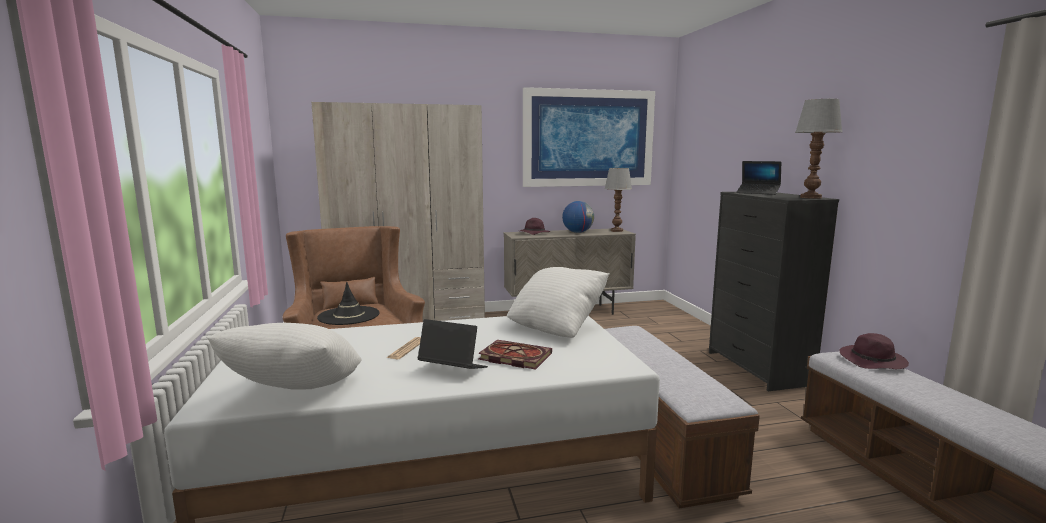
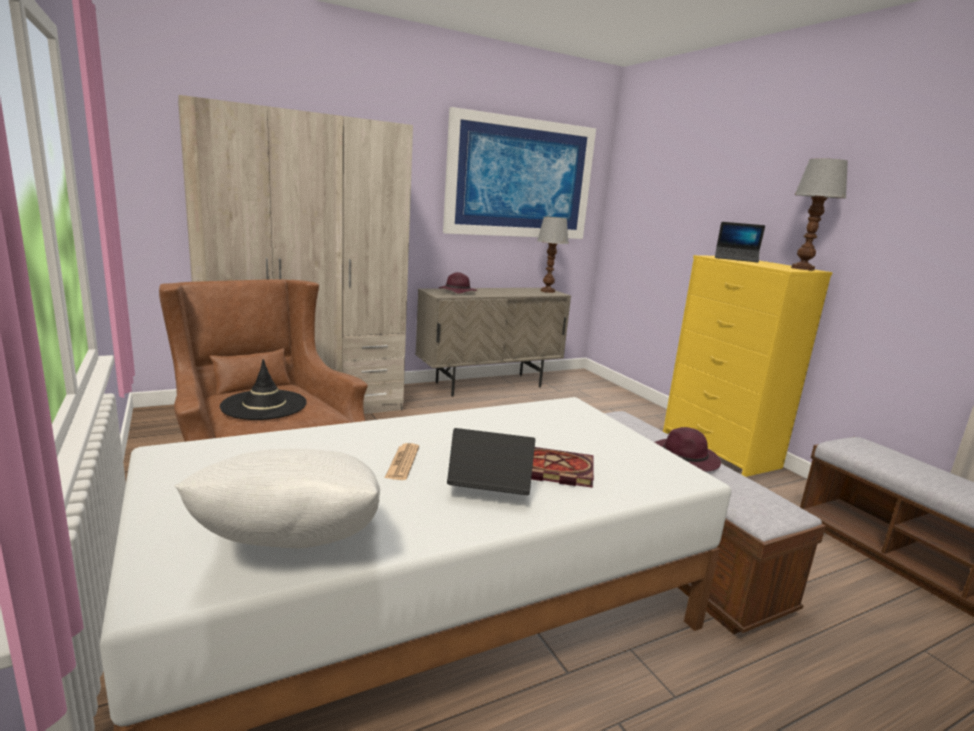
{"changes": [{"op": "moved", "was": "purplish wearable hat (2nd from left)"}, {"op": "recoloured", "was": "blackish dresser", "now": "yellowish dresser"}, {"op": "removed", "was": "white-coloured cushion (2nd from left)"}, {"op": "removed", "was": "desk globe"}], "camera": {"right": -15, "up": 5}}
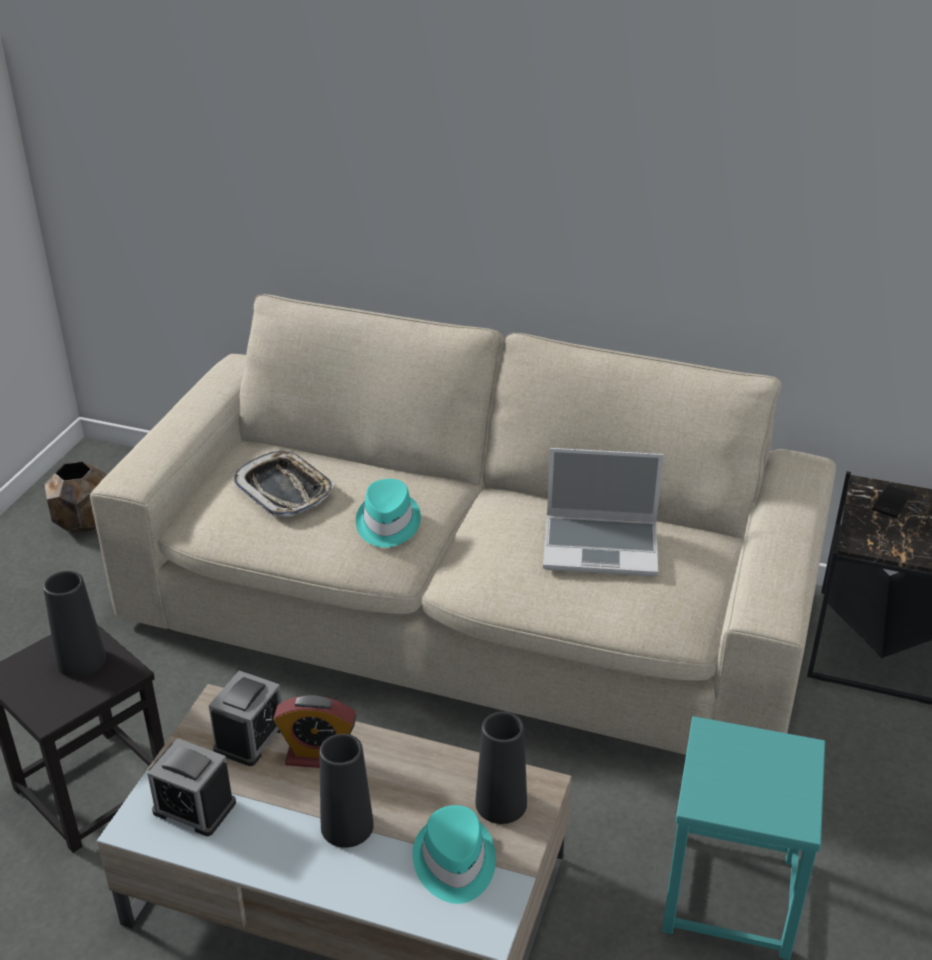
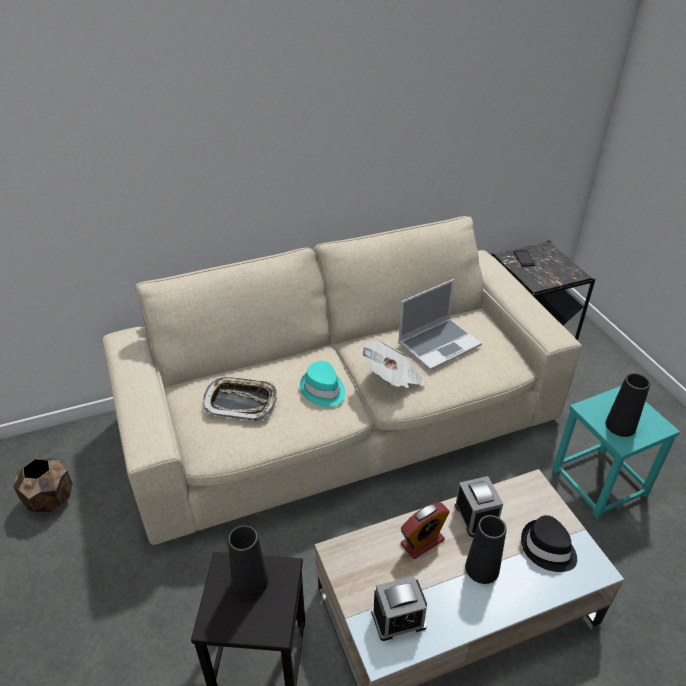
{"changes": [{"op": "added", "now": "daily paper"}, {"op": "moved", "was": "bedside clock (2nd from left in the first image)", "now": "bedside clock (3rd from left)"}, {"op": "recoloured", "was": "turquoise wearable hat (2nd from left)", "now": "blackish wearable hat"}, {"op": "moved", "was": "blackish flower vase (3rd from left)"}], "camera": {"right": -40, "up": 5}}
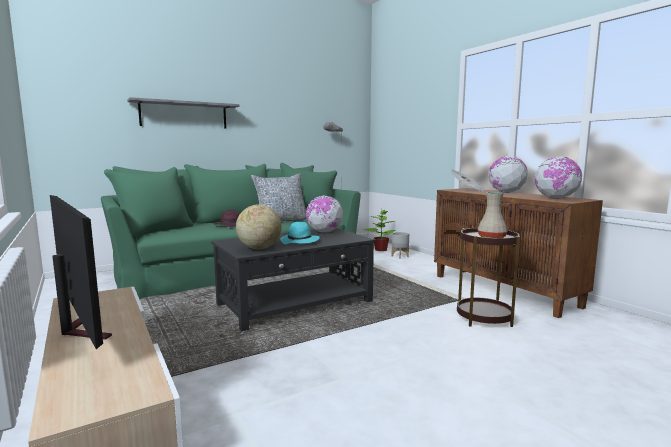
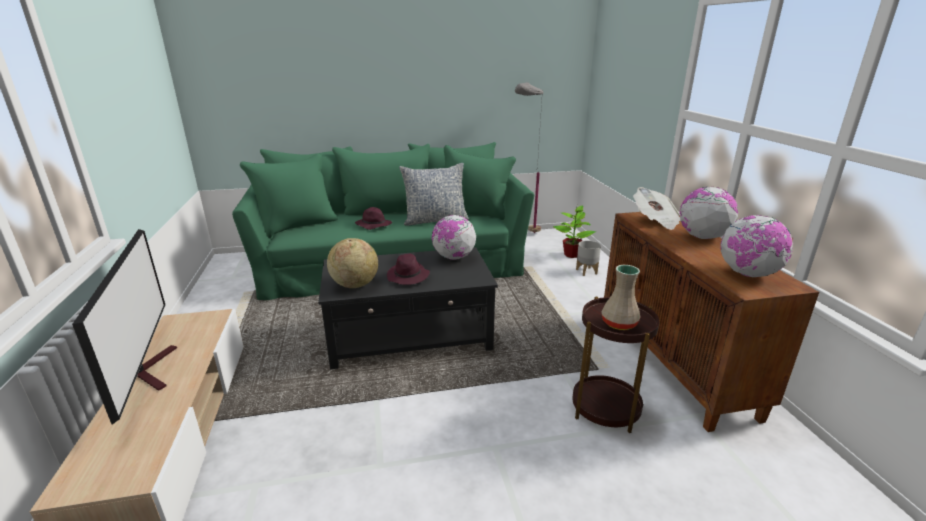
{"changes": [{"op": "recoloured", "was": "turquoise wearable hat", "now": "purplish wearable hat (2nd from left)"}, {"op": "removed", "was": "grey bracket shelf"}], "camera": {"right": 20, "up": 15}}
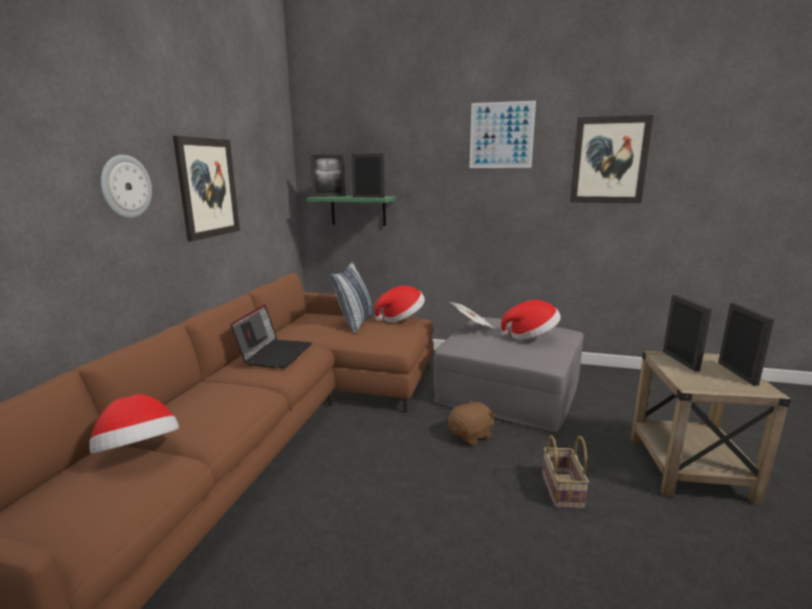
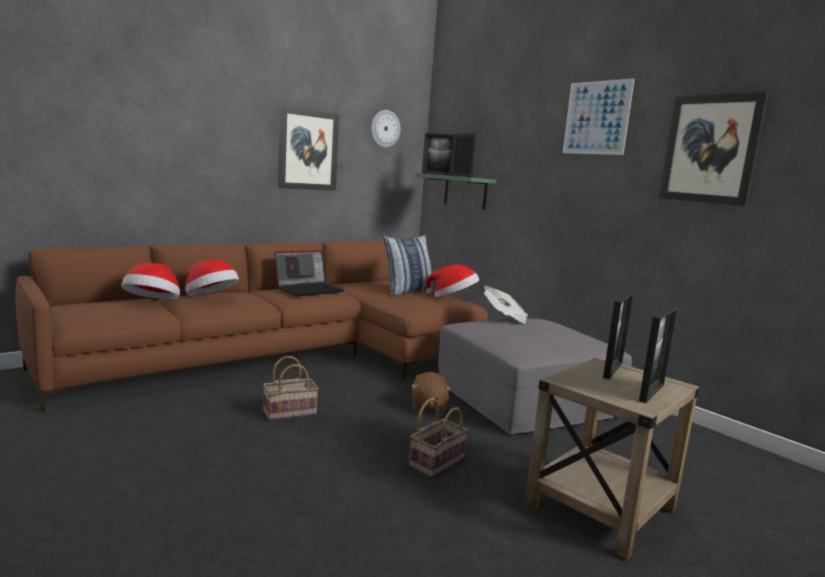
{"changes": [{"op": "moved", "was": "wearable hat (3rd from left in the first image)", "now": "wearable hat (2nd from left)"}, {"op": "added", "now": "storage basket (1st from left)"}, {"op": "moved", "was": "wall clock"}, {"op": "turned", "was": "brown soft toy", "clockwise": 90}], "camera": {"right": 35, "up": -5}}
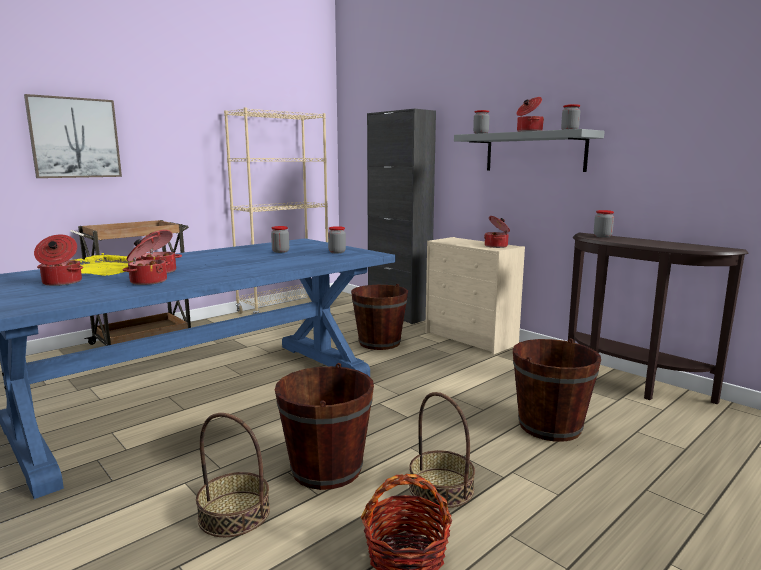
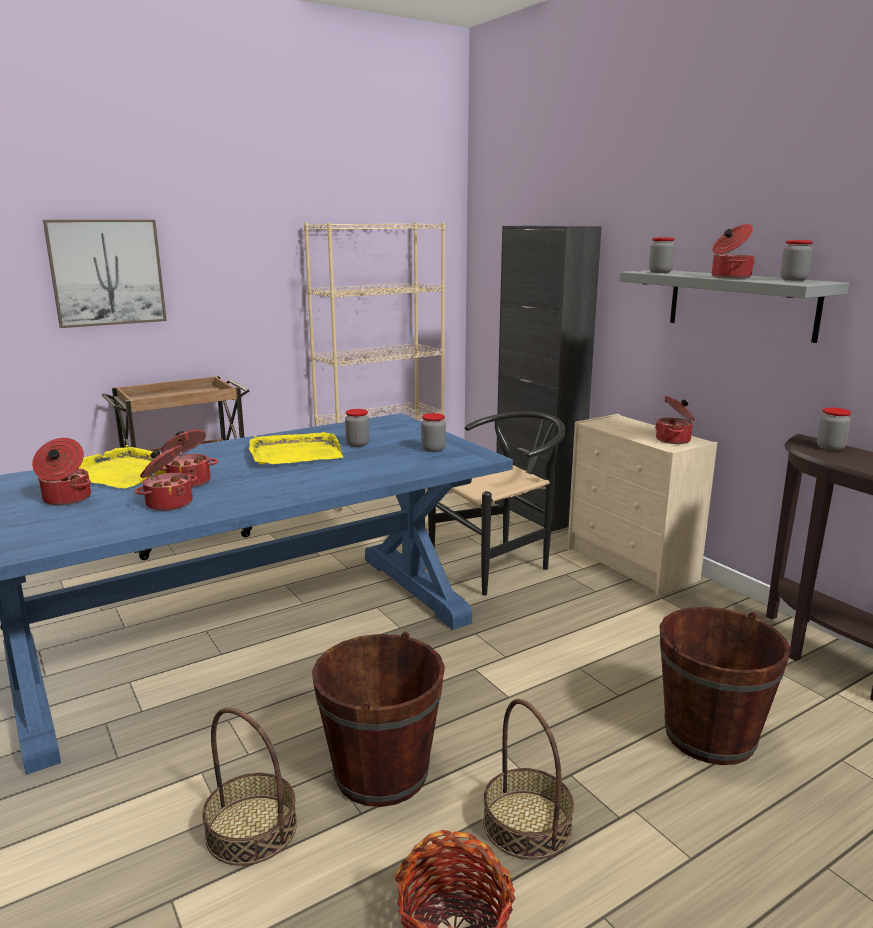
{"changes": [{"op": "added", "now": "yellowish carrying tray (2nd from left)"}, {"op": "replaced", "was": "brown water bucket (2nd from left)", "now": "blackish upright chair"}], "camera": {"right": 10, "up": 5}}
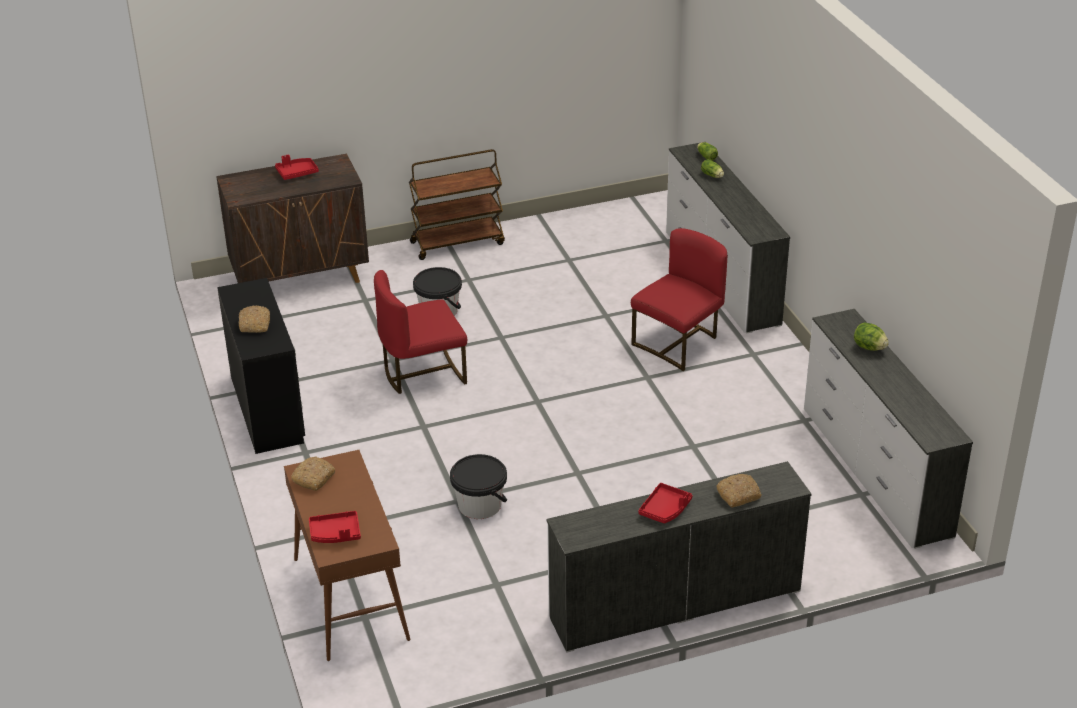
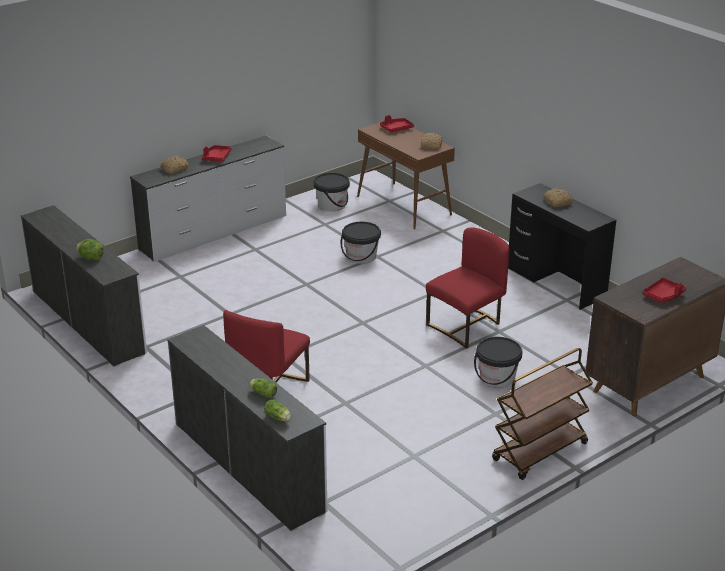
{"changes": [{"op": "added", "now": "blackish water bucket (1st from left)"}], "camera": {"right": 160, "up": -5}}
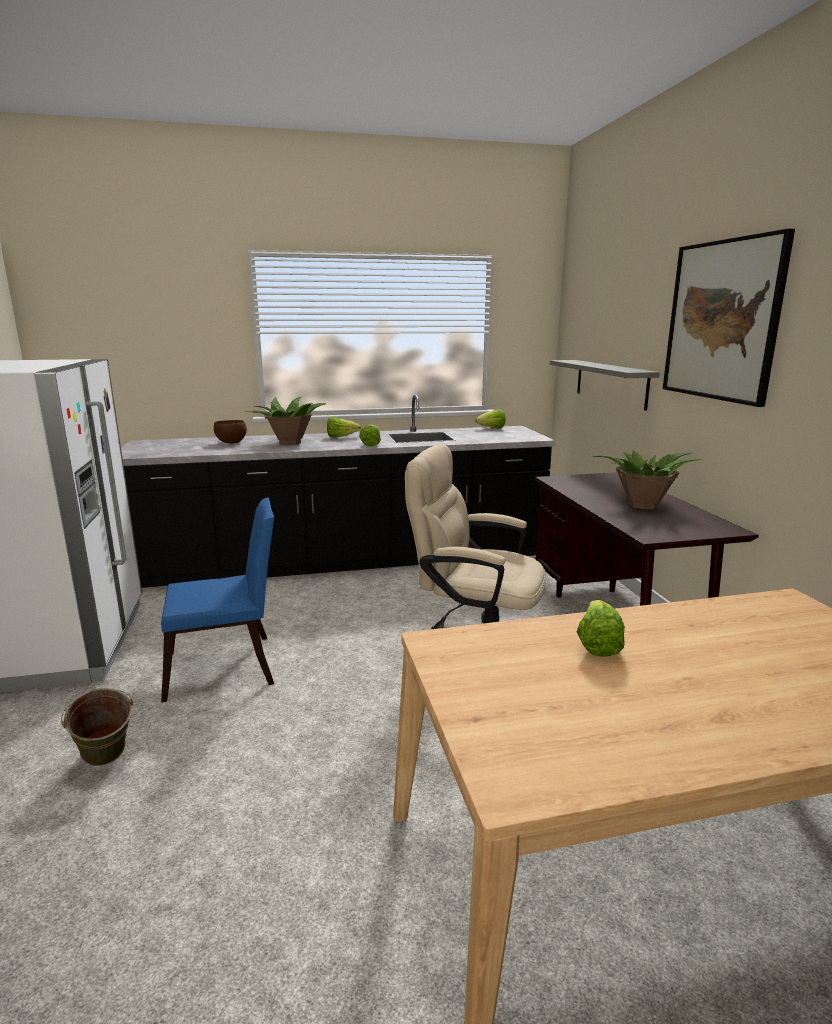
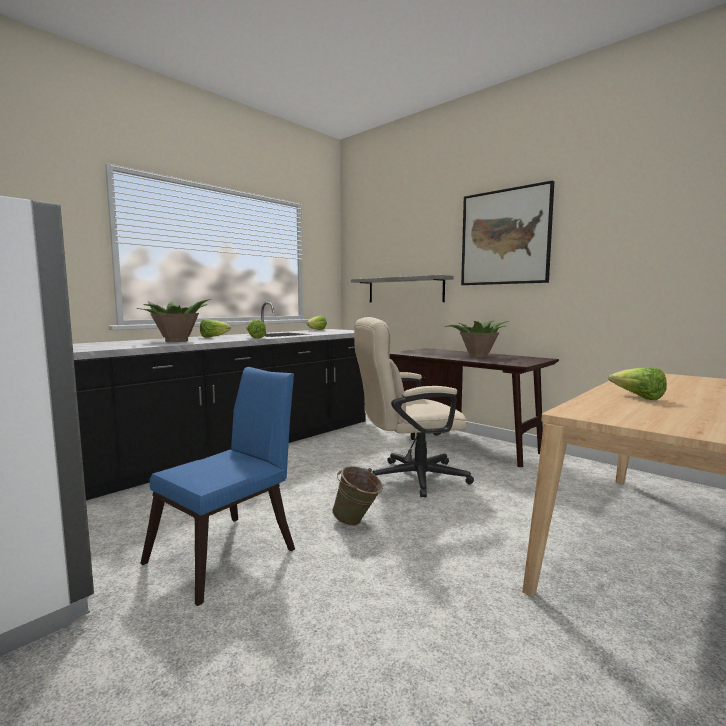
{"changes": [{"op": "moved", "was": "green-coloured water bucket"}, {"op": "removed", "was": "brown deep dish"}], "camera": {"right": -35, "up": -10}}
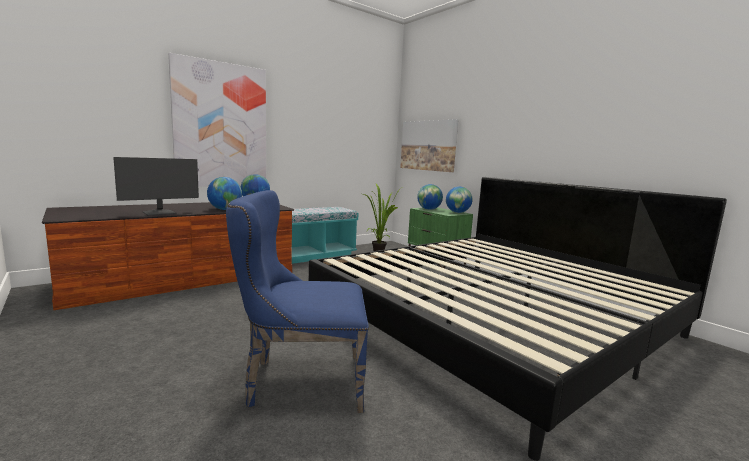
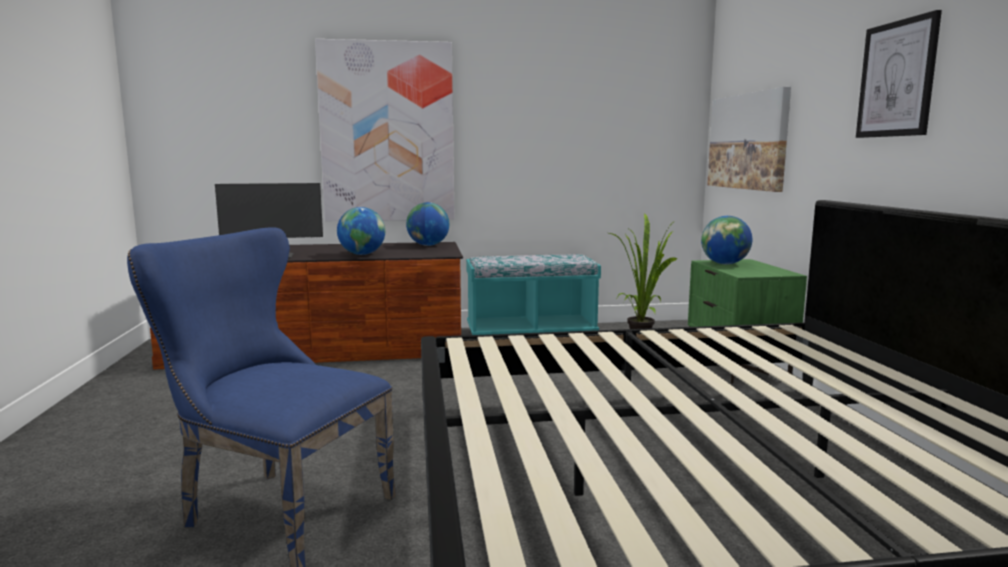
{"changes": [{"op": "added", "now": "picture (3rd from left)"}, {"op": "removed", "was": "desk globe (4th from left)"}], "camera": {"right": 30, "up": 0}}
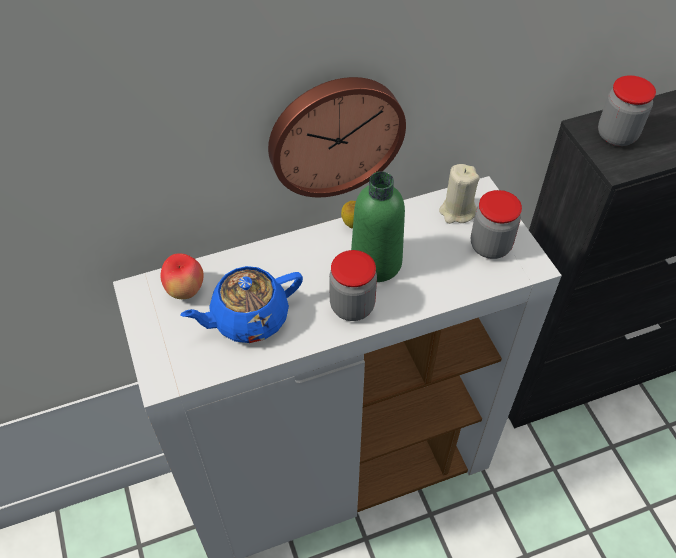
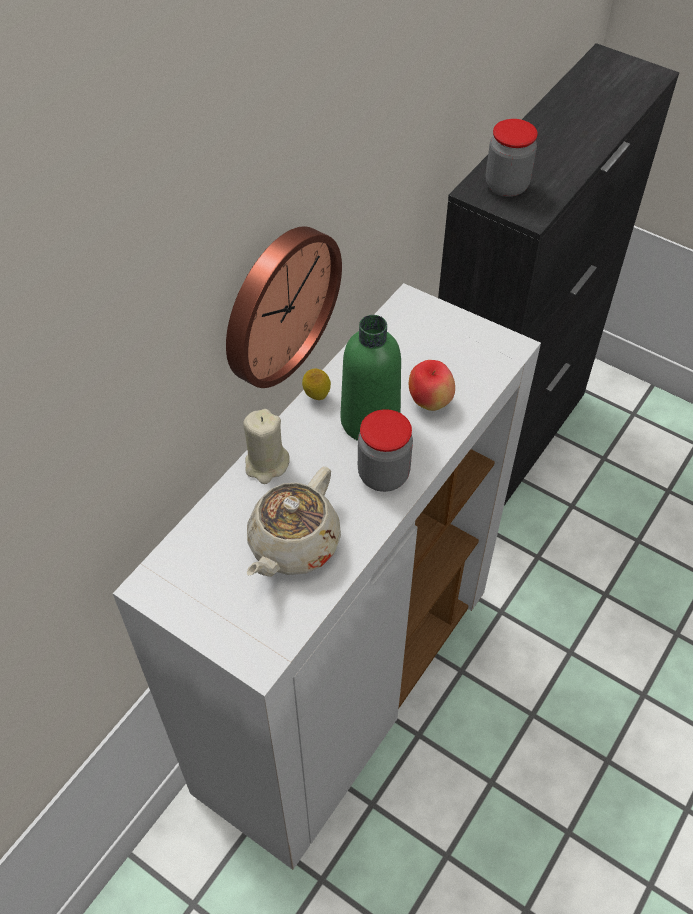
{"changes": [{"op": "moved", "was": "sand-coloured candle"}, {"op": "recoloured", "was": "blue teapot", "now": "sand-coloured teapot"}, {"op": "moved", "was": "apple"}, {"op": "removed", "was": "storage jar (2nd from left)"}], "camera": {"right": -35, "up": 0}}
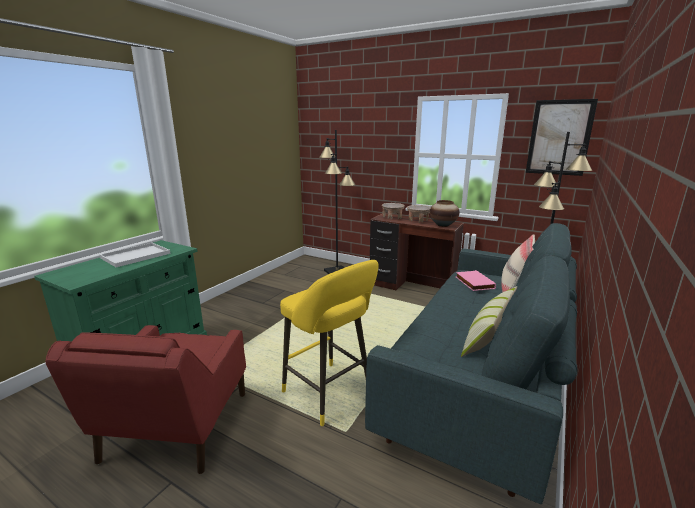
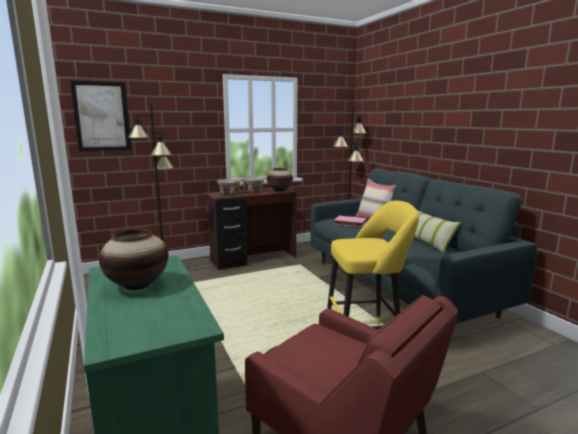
{"changes": [{"op": "moved", "was": "picture"}, {"op": "replaced", "was": "white-coloured carrying tray", "now": "flower vase (1st from left)"}], "camera": {"right": -55, "up": -5}}
